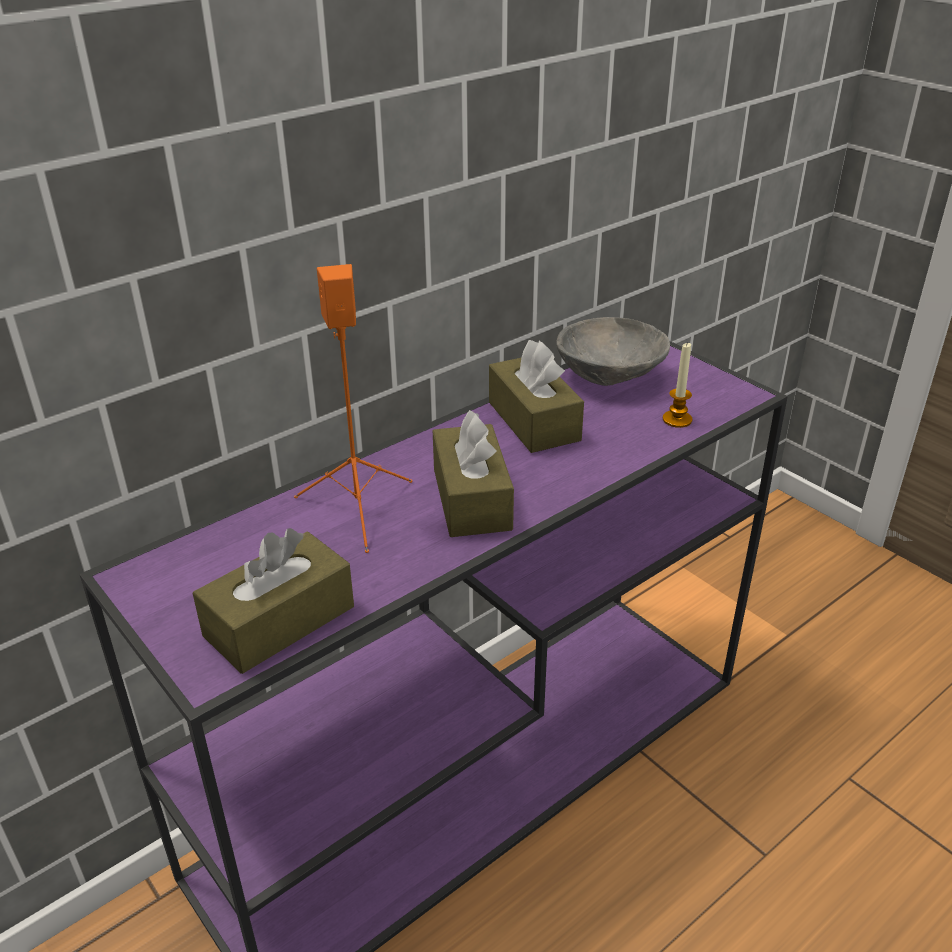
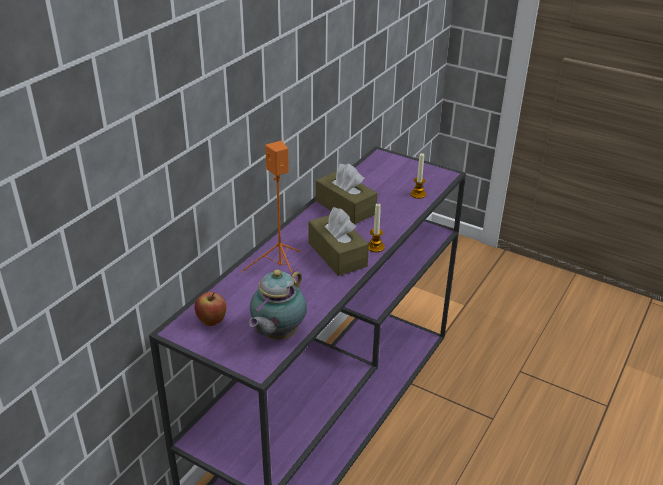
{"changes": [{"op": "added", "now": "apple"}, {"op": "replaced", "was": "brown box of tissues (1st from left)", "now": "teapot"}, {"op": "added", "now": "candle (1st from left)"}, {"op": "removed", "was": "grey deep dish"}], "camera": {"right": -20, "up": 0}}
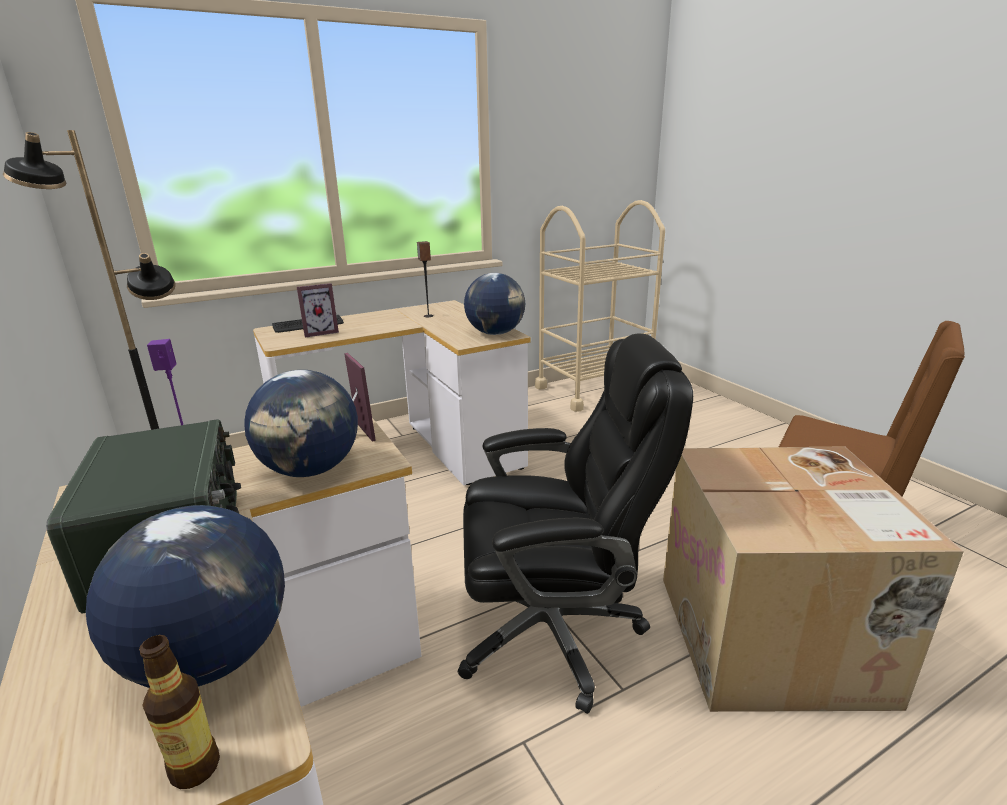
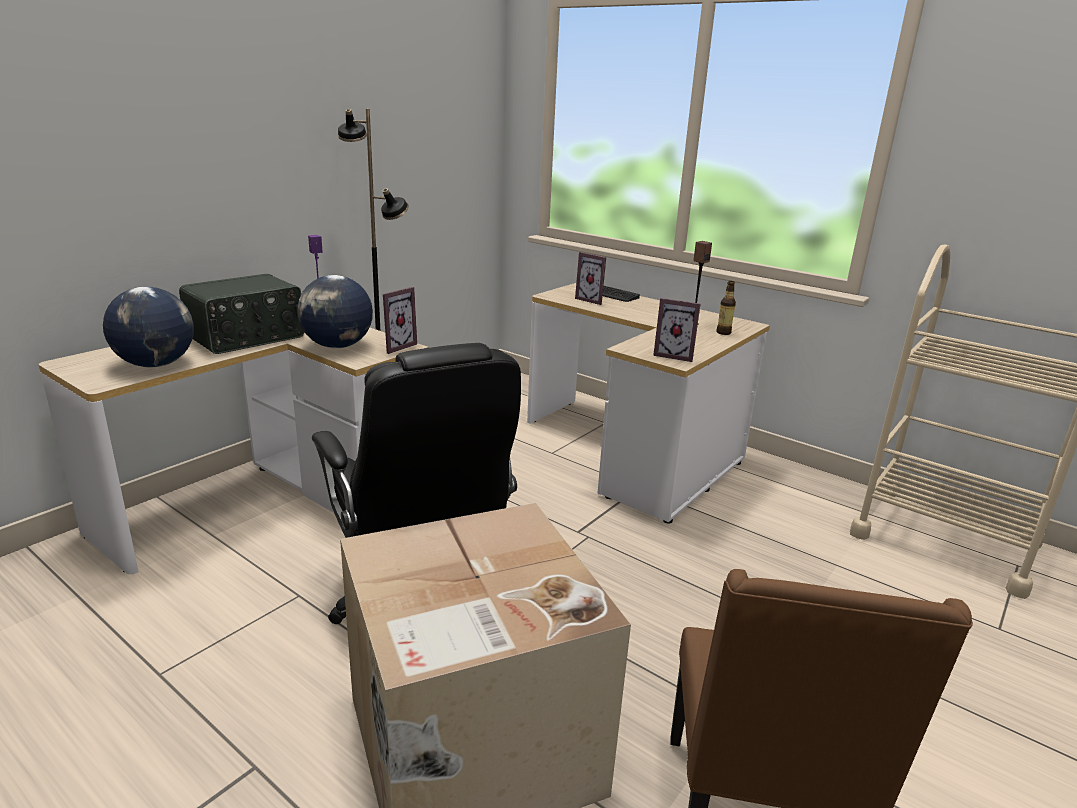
{"changes": [{"op": "replaced", "was": "desk globe (3rd from left)", "now": "picture frame (3rd from left)"}, {"op": "moved", "was": "bottle"}], "camera": {"right": 65, "up": 0}}
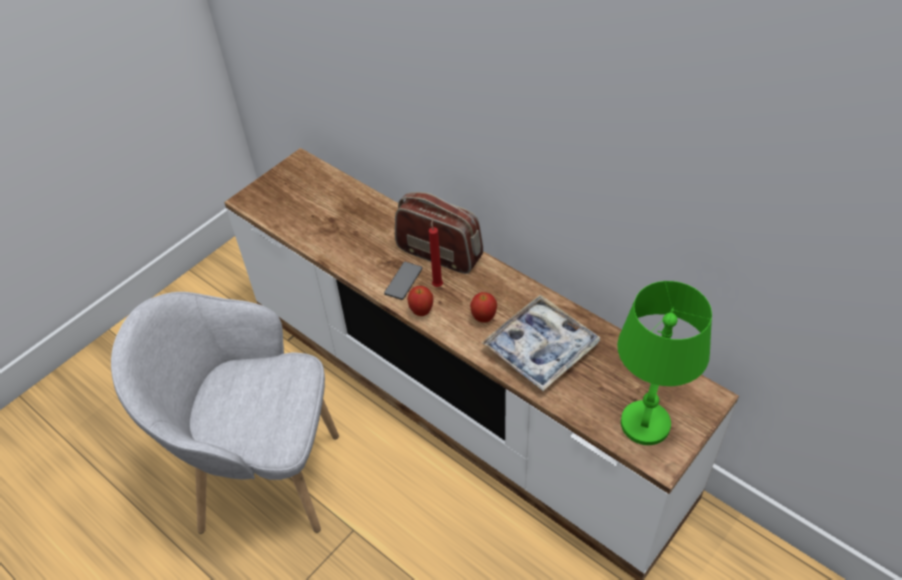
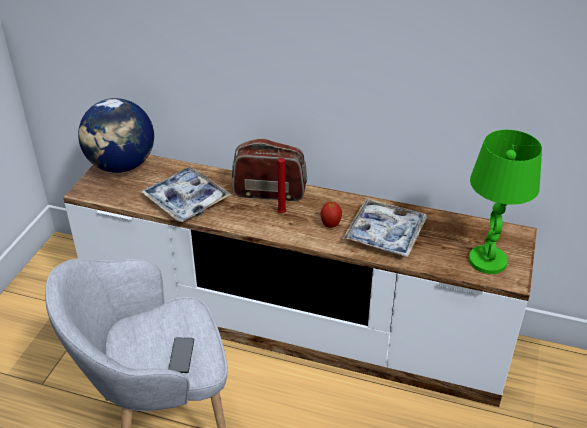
{"changes": [{"op": "added", "now": "desk globe"}, {"op": "added", "now": "carrying tray (1st from left)"}, {"op": "moved", "was": "phone"}, {"op": "removed", "was": "apple (1st from left)"}], "camera": {"right": -25, "up": -10}}
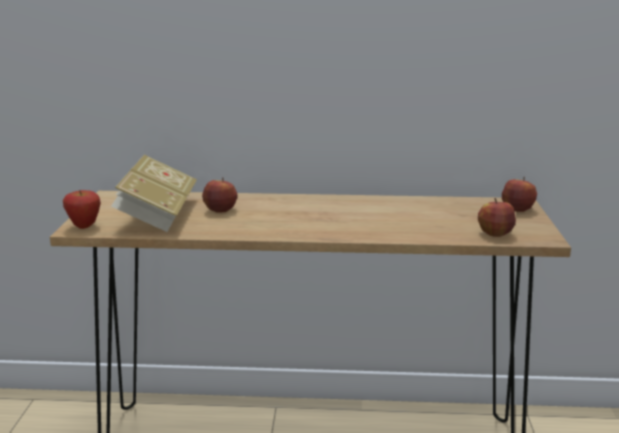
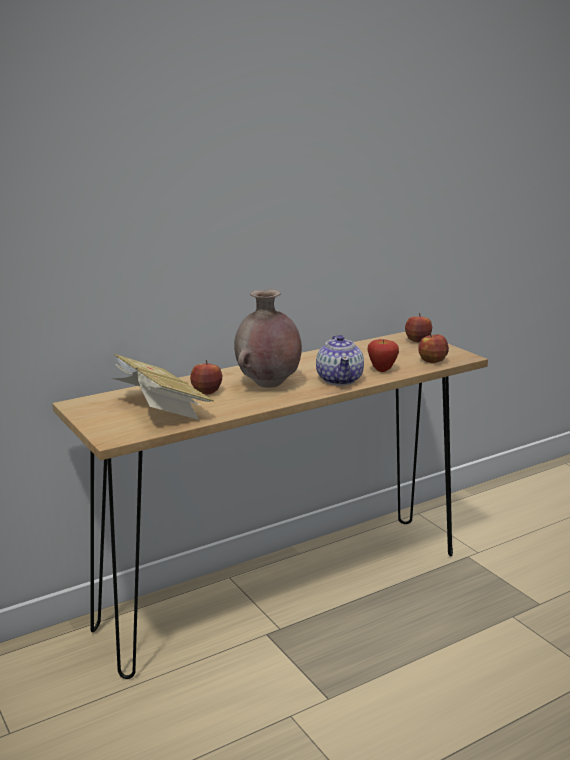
{"changes": [{"op": "added", "now": "brown flower vase"}, {"op": "added", "now": "teapot"}, {"op": "moved", "was": "apple (1st from left in the first image)", "now": "apple (2nd from left)"}], "camera": {"right": -35, "up": 0}}
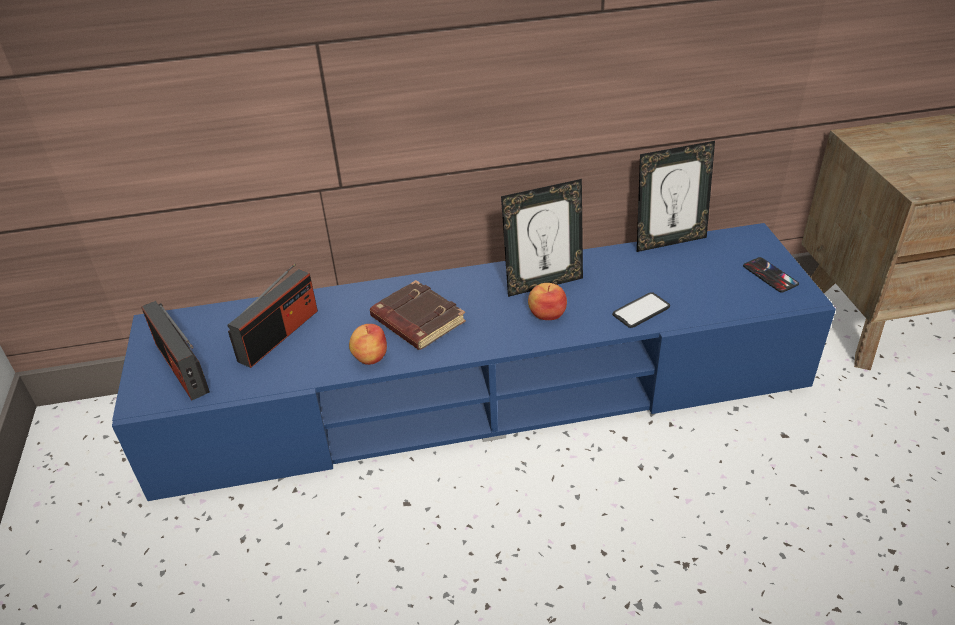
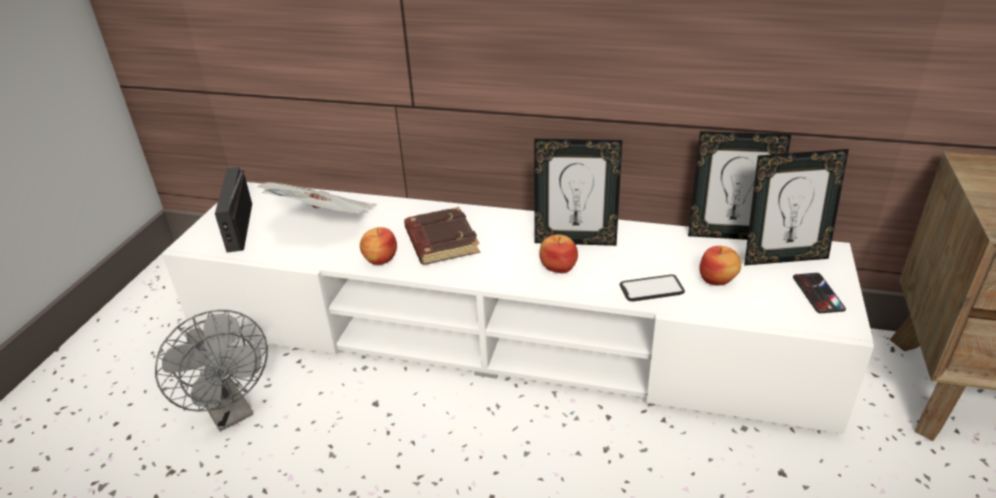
{"changes": [{"op": "added", "now": "grey electric fan"}, {"op": "recoloured", "was": "blue media console", "now": "white-coloured media console"}, {"op": "replaced", "was": "radio receiver (2nd from left)", "now": "daily paper"}, {"op": "added", "now": "apple (3rd from left)"}, {"op": "added", "now": "picture frame (3rd from left)"}], "camera": {"right": 25, "up": -5}}
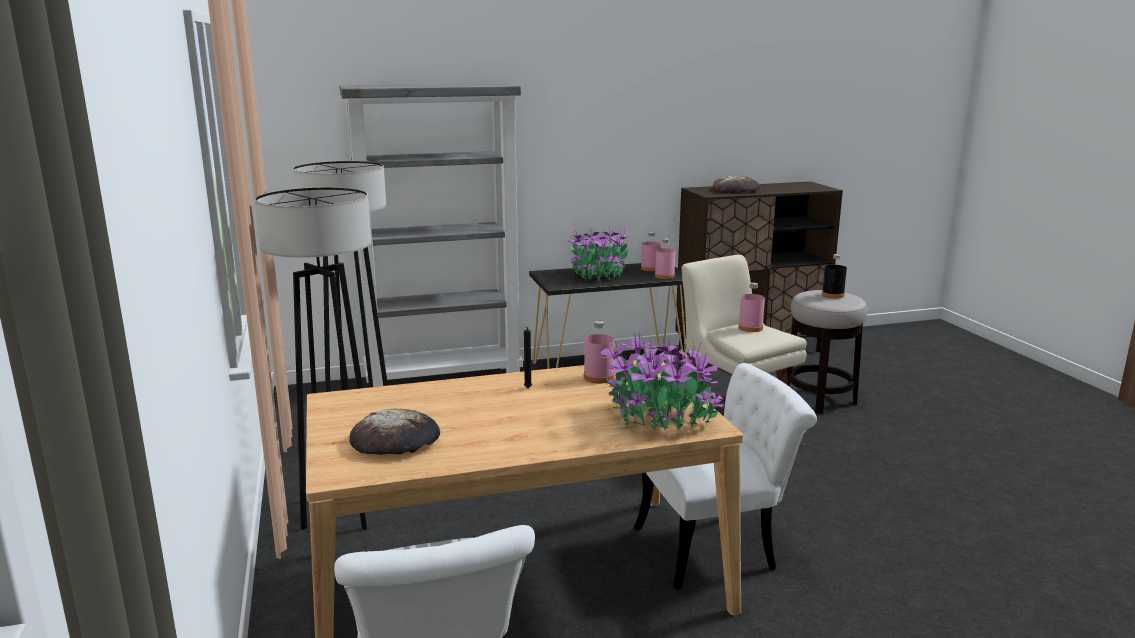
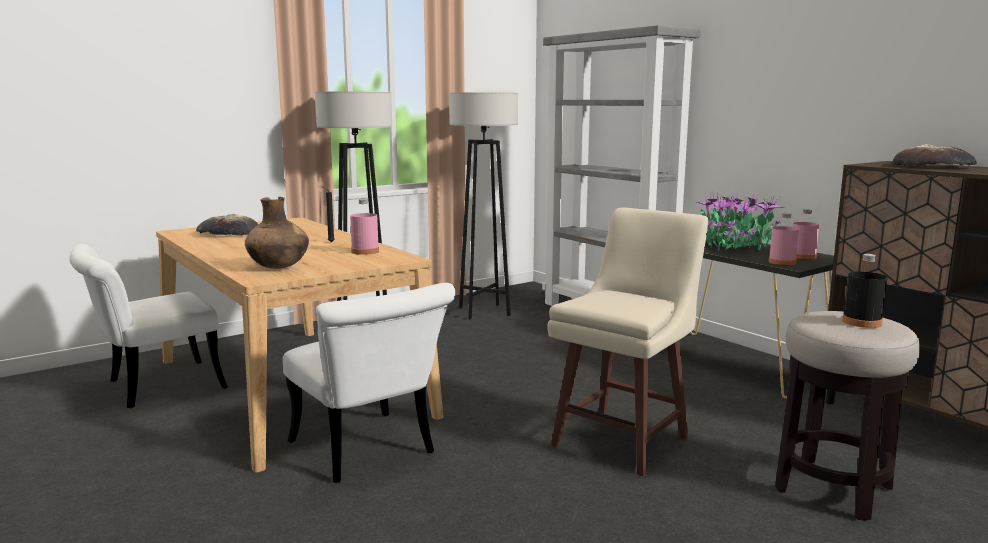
{"changes": [{"op": "replaced", "was": "plant in a pot (2nd from left)", "now": "brown flower vase"}, {"op": "removed", "was": "pink-coloured bottle (4th from left)"}], "camera": {"right": 70, "up": -5}}
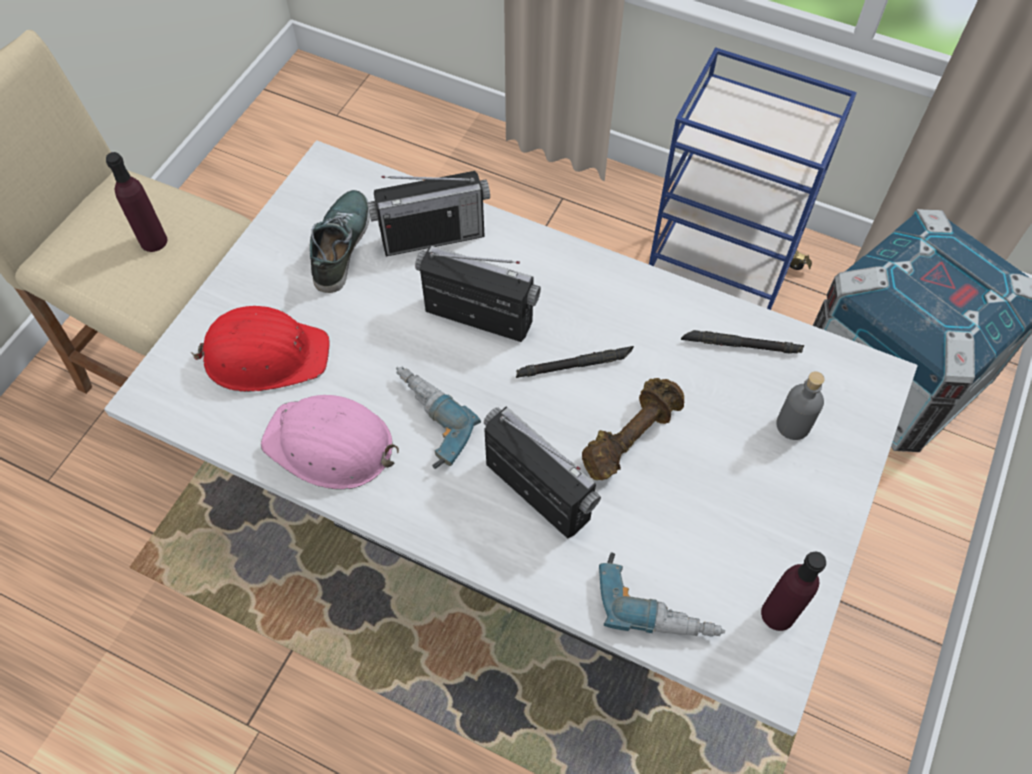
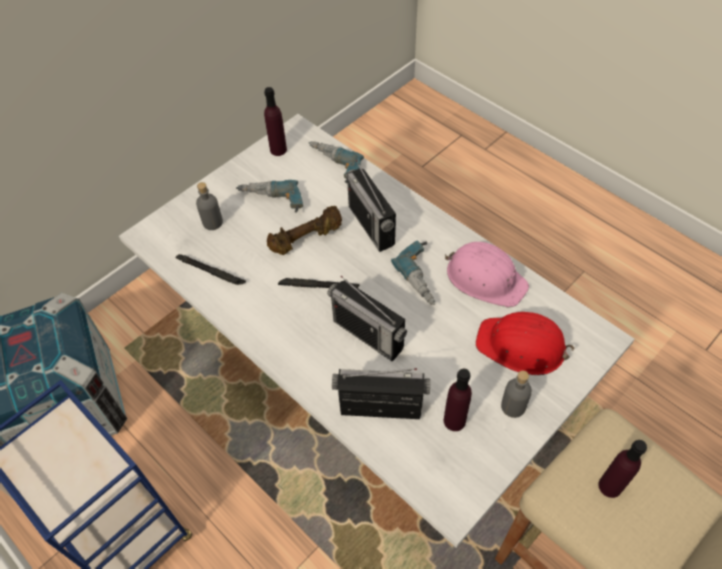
{"changes": [{"op": "added", "now": "power drill (1st from left)"}, {"op": "replaced", "was": "shoe", "now": "purplish bottle (2nd from left)"}, {"op": "added", "now": "grey bottle (2nd from left)"}], "camera": {"right": -160, "up": -5}}
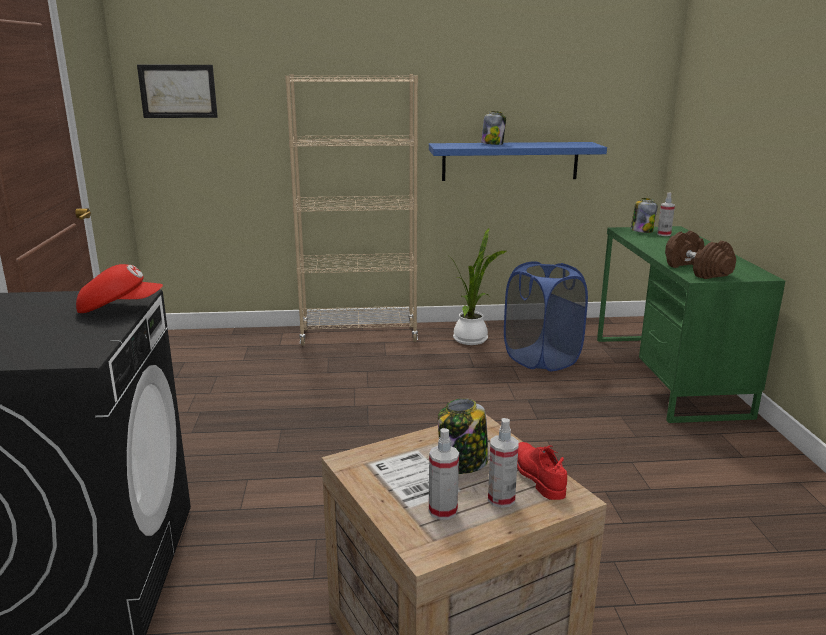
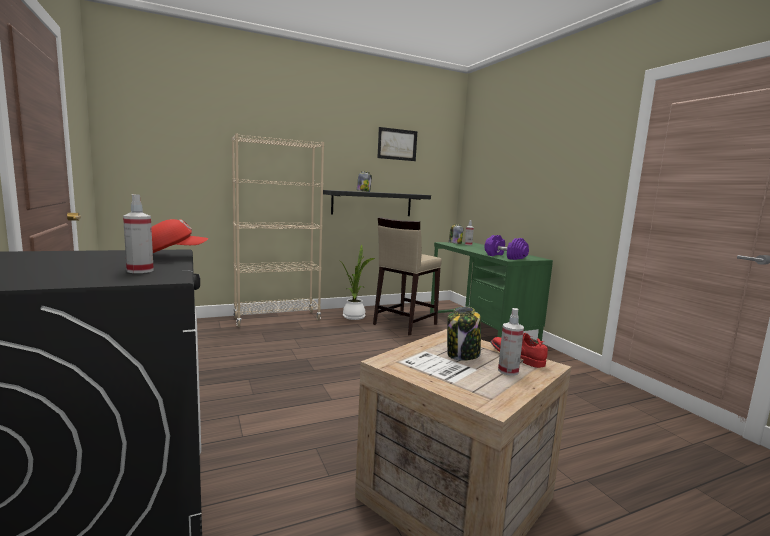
{"changes": [{"op": "moved", "was": "sprayer (1st from left)"}, {"op": "recoloured", "was": "blue bracket shelf", "now": "blackish bracket shelf"}, {"op": "replaced", "was": "blue hamper", "now": "sand-coloured sitting stool"}, {"op": "moved", "was": "picture"}, {"op": "recoloured", "was": "brown free weight", "now": "purplish free weight"}], "camera": {"right": -20, "up": -10}}
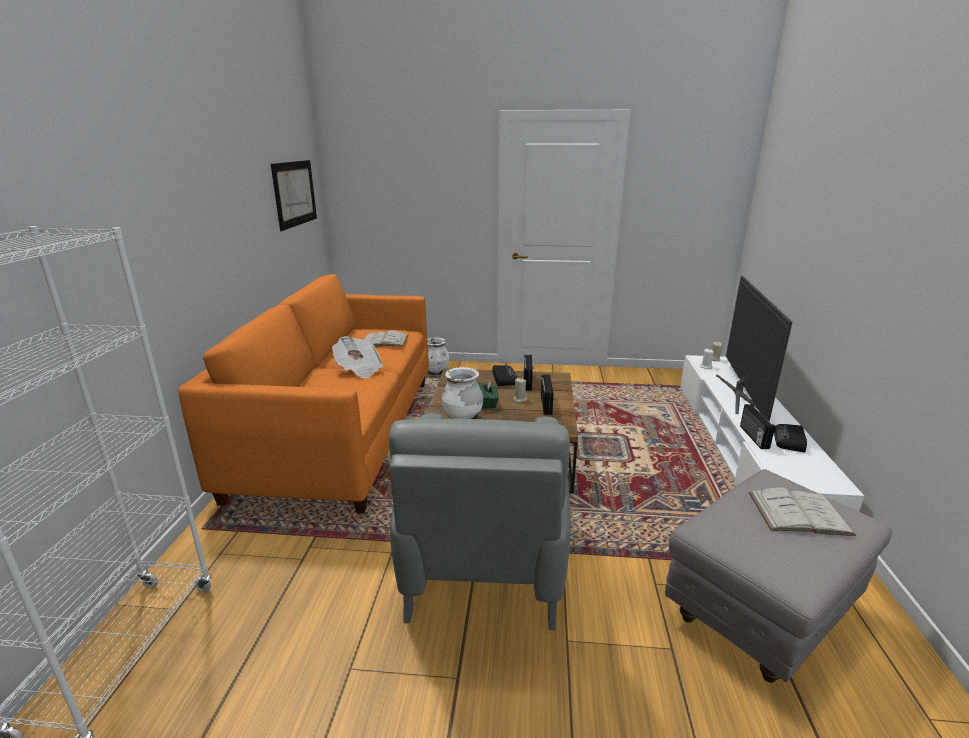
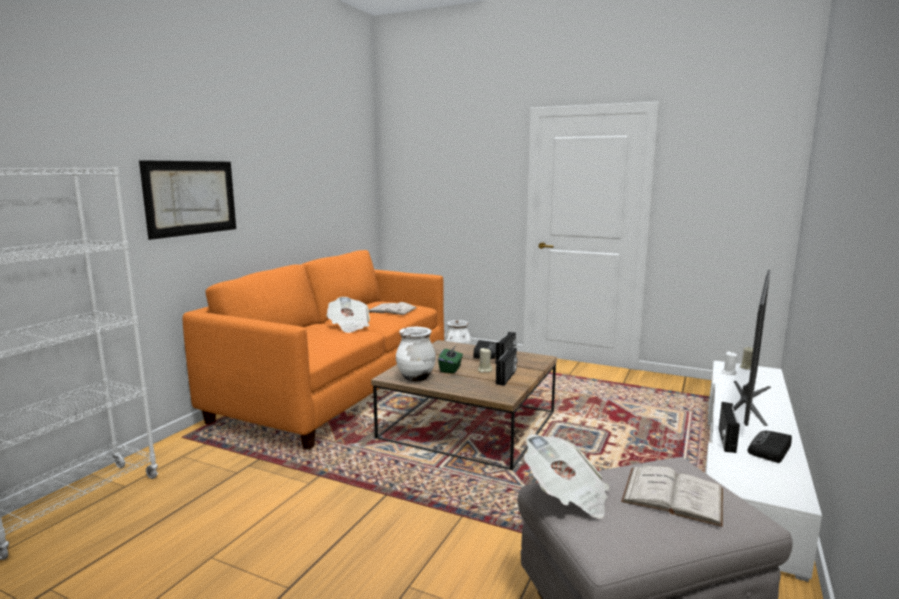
{"changes": [{"op": "moved", "was": "picture"}, {"op": "added", "now": "daily paper (2nd from left)"}, {"op": "removed", "was": "grey armchair"}], "camera": {"right": 20, "up": -10}}
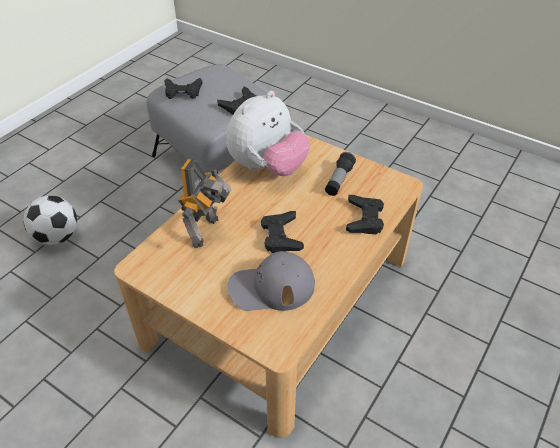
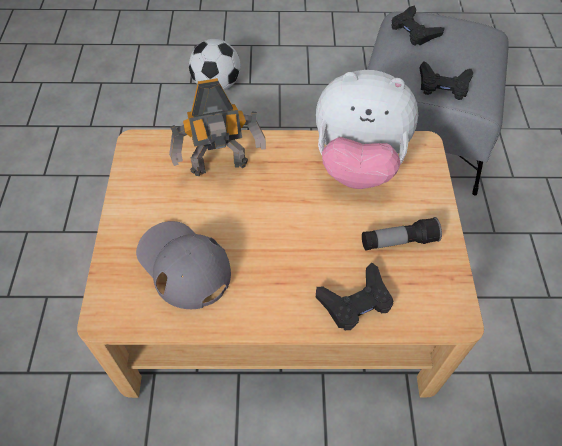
{"changes": [{"op": "removed", "was": "blackish gamepad (3rd from left)"}], "camera": {"right": 55, "up": 10}}
